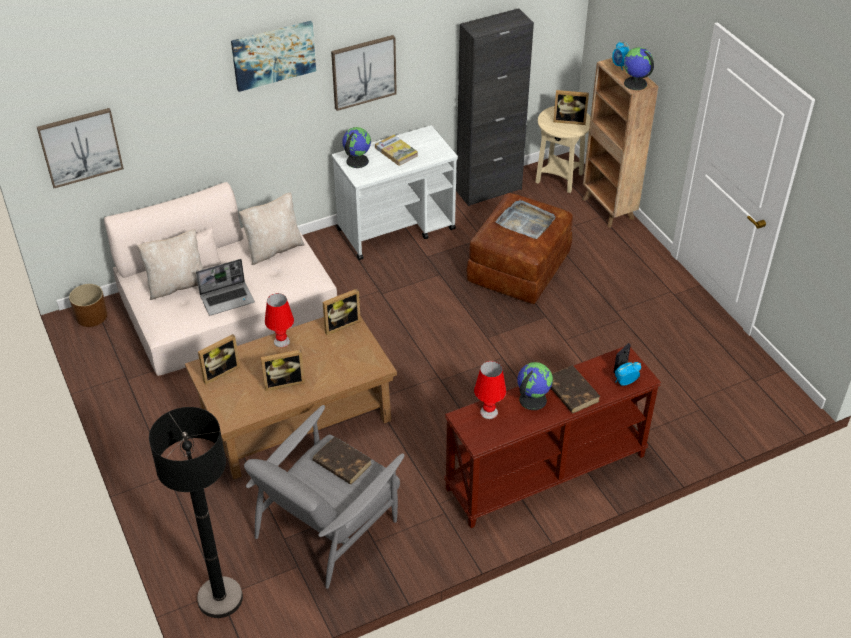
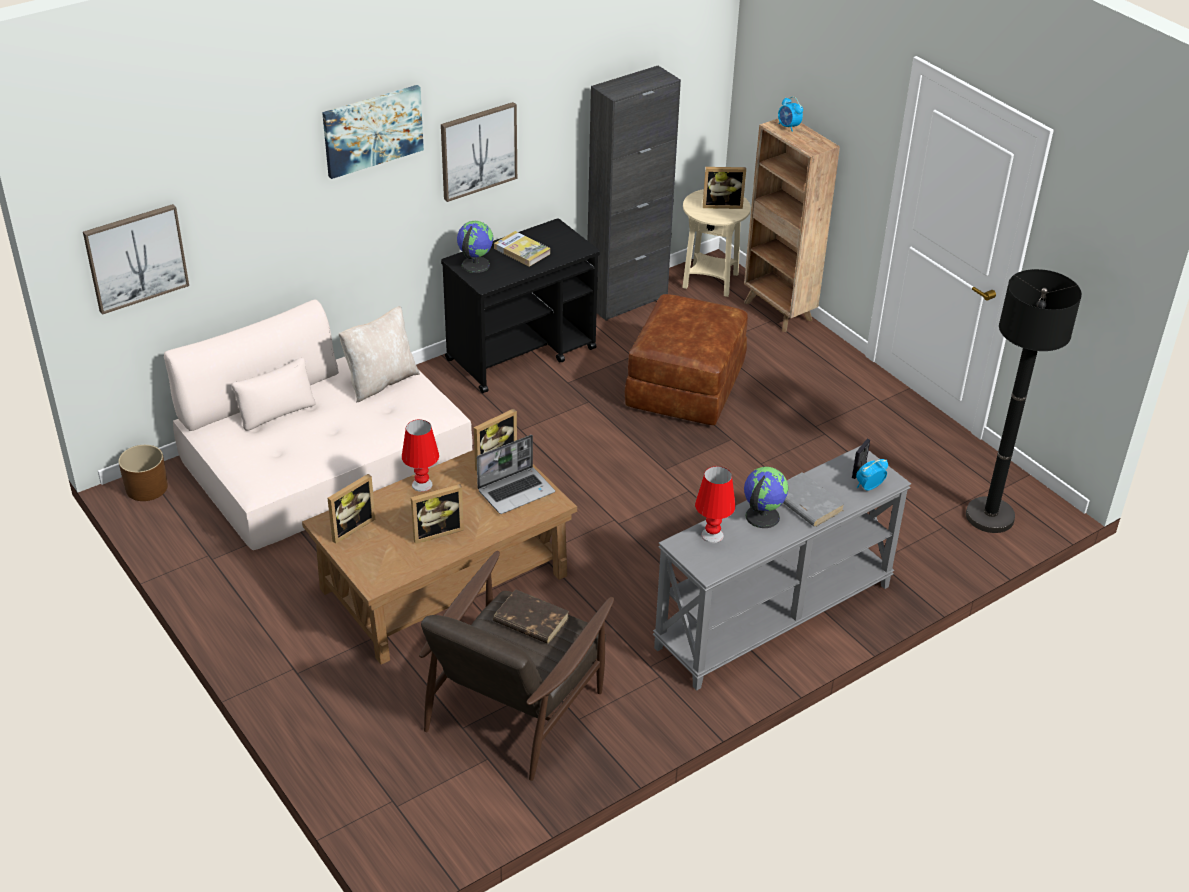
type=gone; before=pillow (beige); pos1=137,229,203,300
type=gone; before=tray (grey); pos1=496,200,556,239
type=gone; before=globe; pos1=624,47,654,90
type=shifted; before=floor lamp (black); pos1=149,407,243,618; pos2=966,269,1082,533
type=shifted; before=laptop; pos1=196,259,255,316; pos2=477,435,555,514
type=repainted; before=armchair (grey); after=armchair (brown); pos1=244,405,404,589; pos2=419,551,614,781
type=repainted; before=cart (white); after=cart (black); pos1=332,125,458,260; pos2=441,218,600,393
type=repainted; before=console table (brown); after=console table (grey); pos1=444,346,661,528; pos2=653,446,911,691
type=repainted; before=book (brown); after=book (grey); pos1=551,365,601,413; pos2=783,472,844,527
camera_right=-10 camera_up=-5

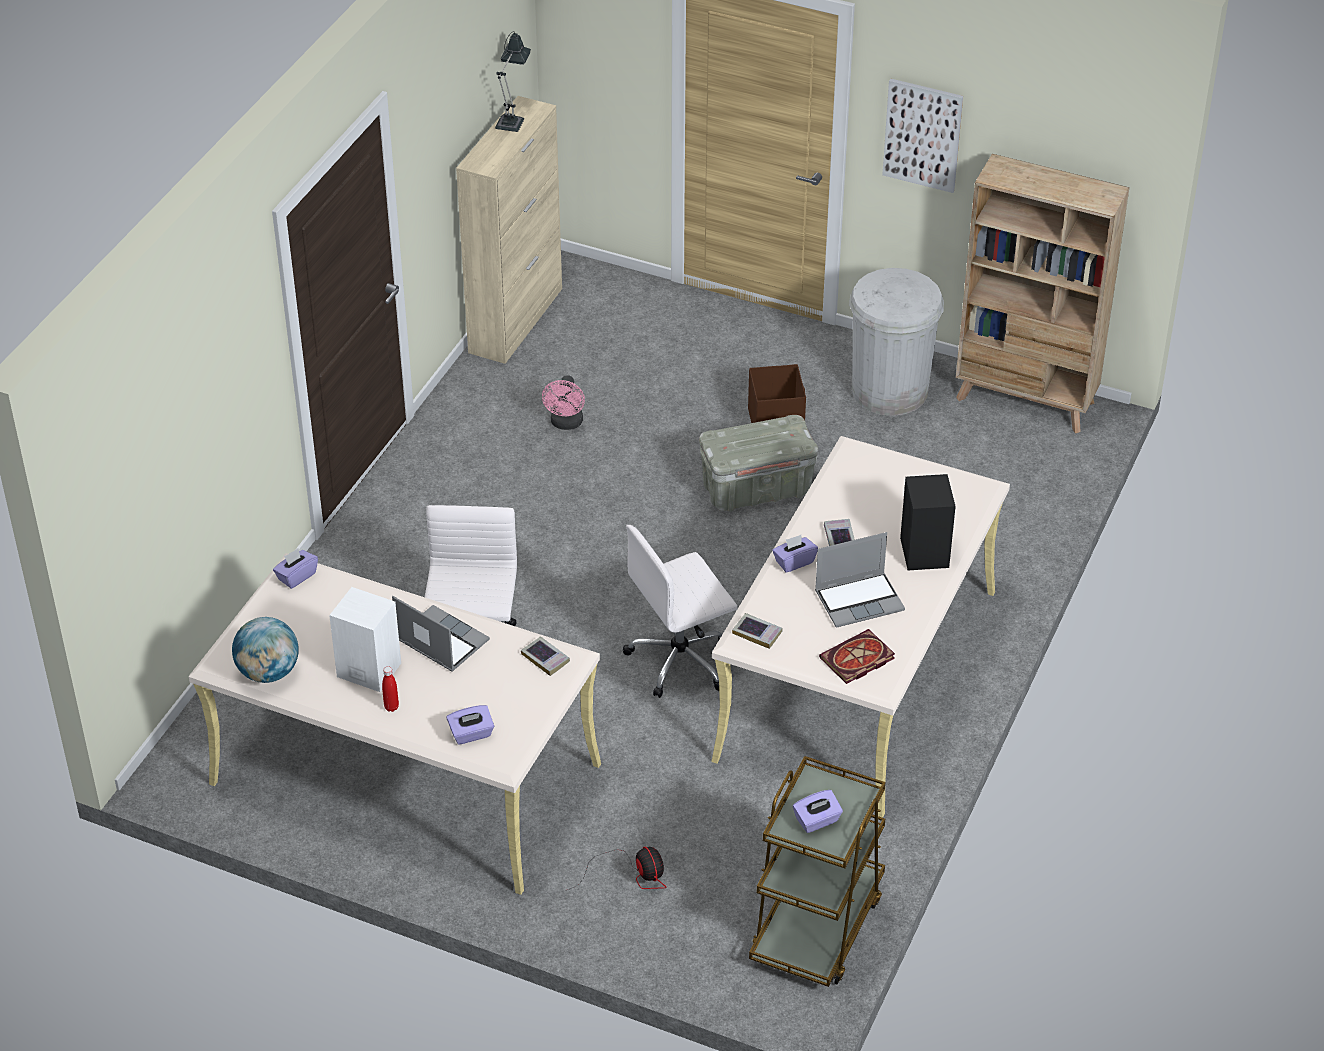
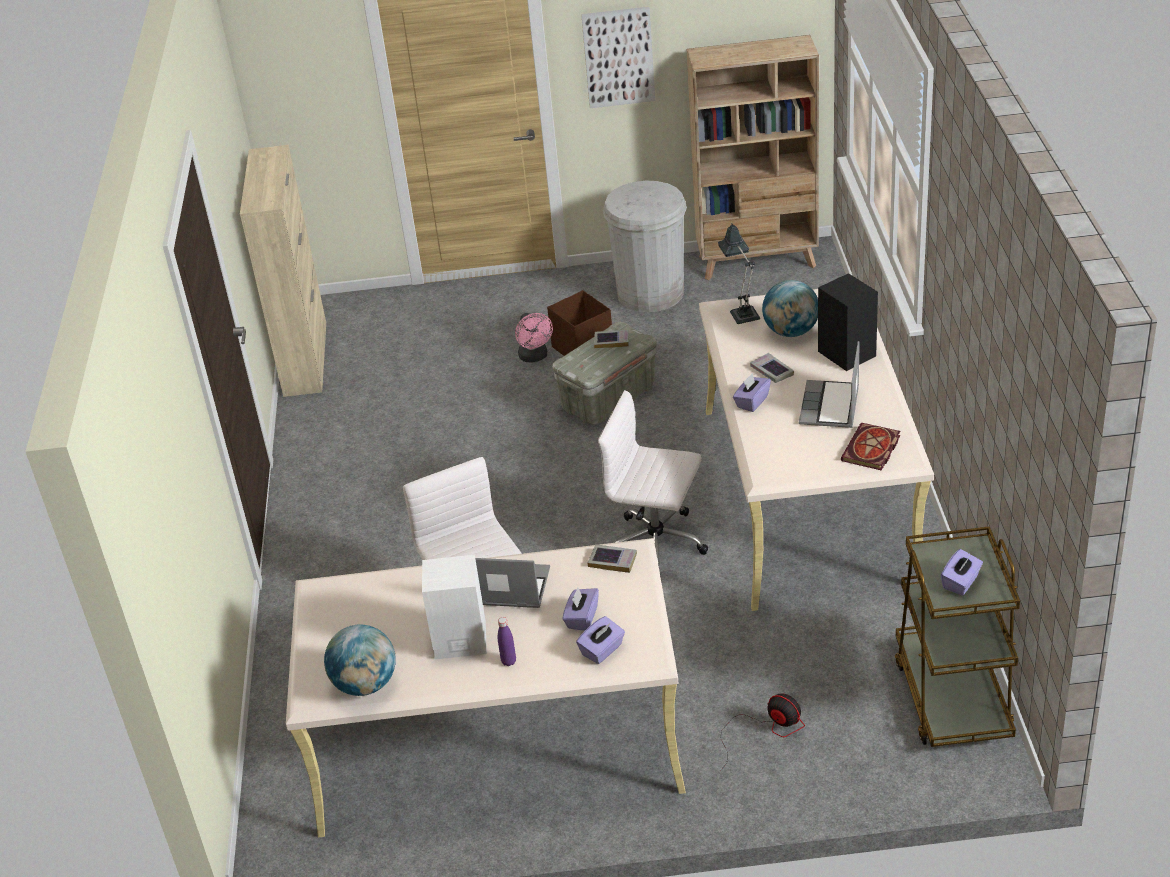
type=new; after=globe; pos2=762,280,818,337
type=shifted; before=tissue box (purple); pos1=273,548,318,589; pos2=562,588,599,631
type=shifted; before=table lamp; pos1=495,31,531,132; pos2=718,223,760,324
type=shifted; before=fan (pink); pos1=542,375,585,430; pos2=515,313,553,363
type=shifted; before=book; pos1=732,613,782,649; pos2=594,330,629,348
type=repainted; before=bottle (red); after=bottle (purple); pos1=382,667,399,712; pos2=498,617,516,666
type=rotated; before=office chair (white); pos1=623,525,737,698; pos2=598,390,708,577; turn=75
type=rotated; before=laptop; pos1=815,532,905,627; pos2=799,341,860,428; turn=150
camera_right=-25 camera_up=-5

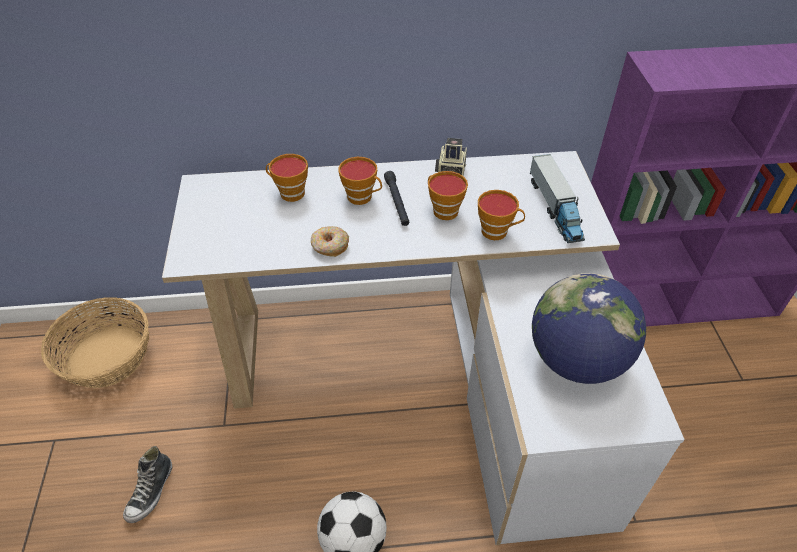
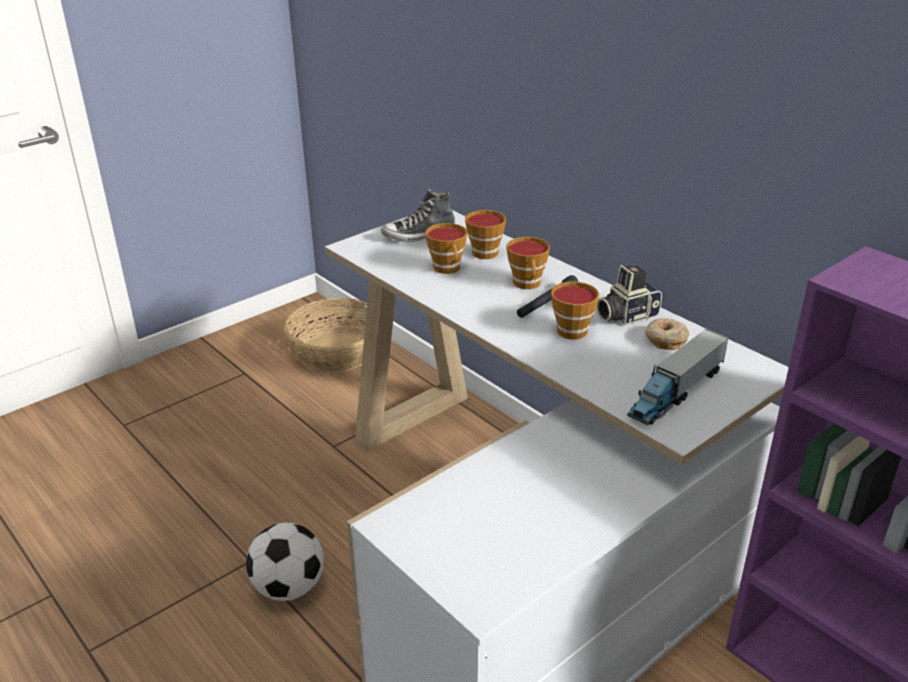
type=gone; before=globe; pos1=532,273,646,384
type=shifted; before=shoe; pos1=123,446,172,523; pos2=381,189,456,242
type=shifted; before=donut; pos1=311,226,349,257; pos2=645,318,689,350
type=shifted; before=cup; pos1=478,190,525,240; pos2=425,223,467,274
camera_right=55 camera_up=-15

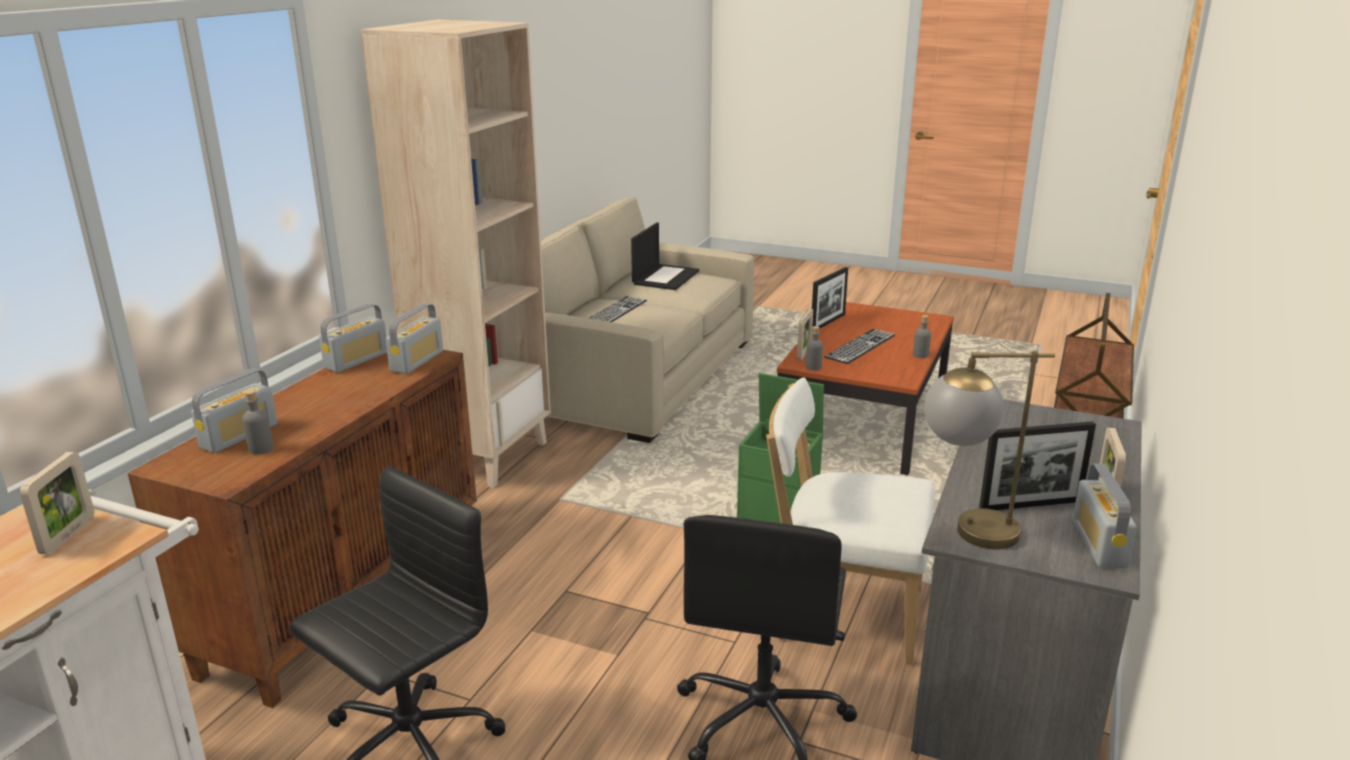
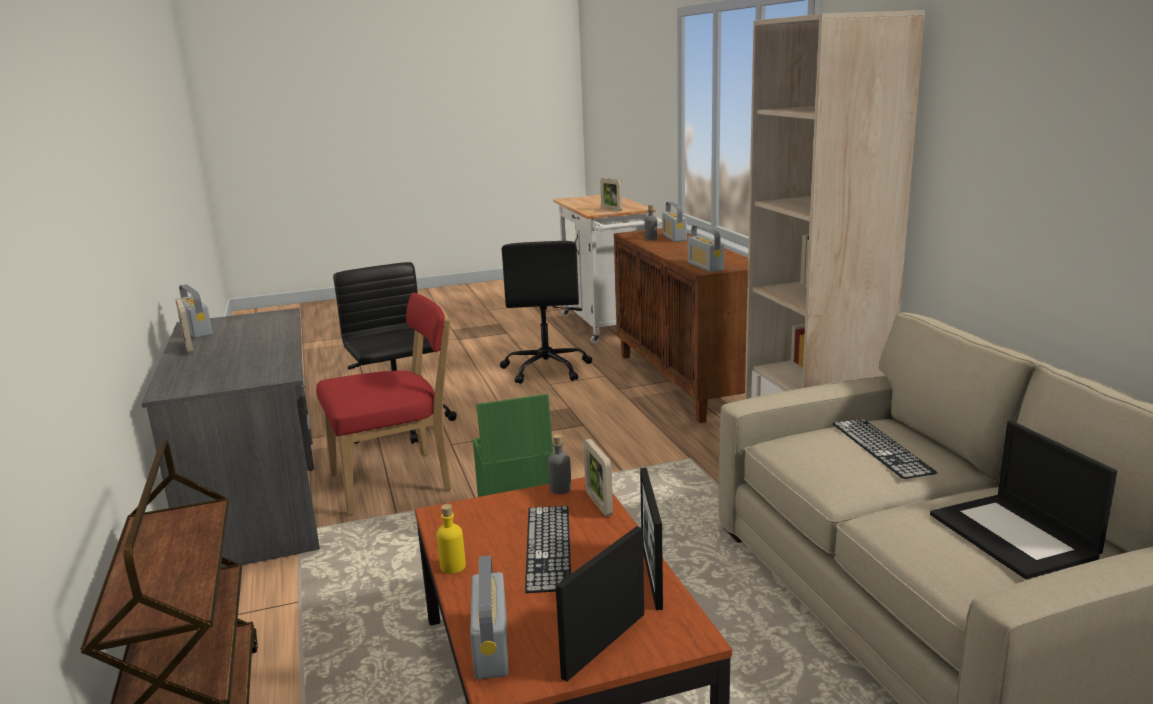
type=gone; before=table lamp; pos1=924,351,1055,549
type=shifted; before=radio; pos1=319,304,387,373; pos2=470,555,509,679
type=shifted; before=picture frame; pos1=979,421,1096,510; pos2=556,526,644,682
type=repainted; before=chair (white); after=chair (red); pos1=766,377,935,665; pos2=316,292,452,515
type=repainted; before=bottle (grey); after=bottle (yellow); pos1=913,315,931,358; pos2=436,504,466,574
camera_right=140 camera_up=-5

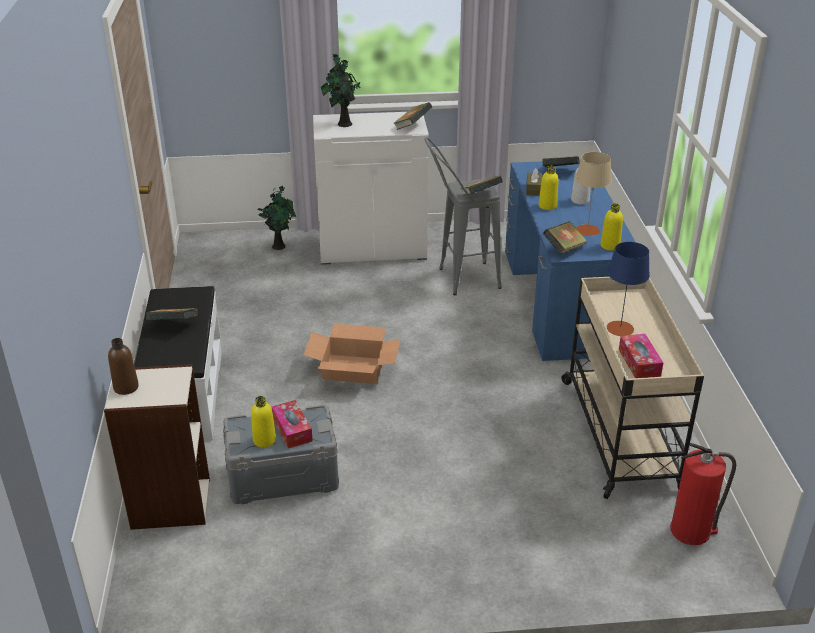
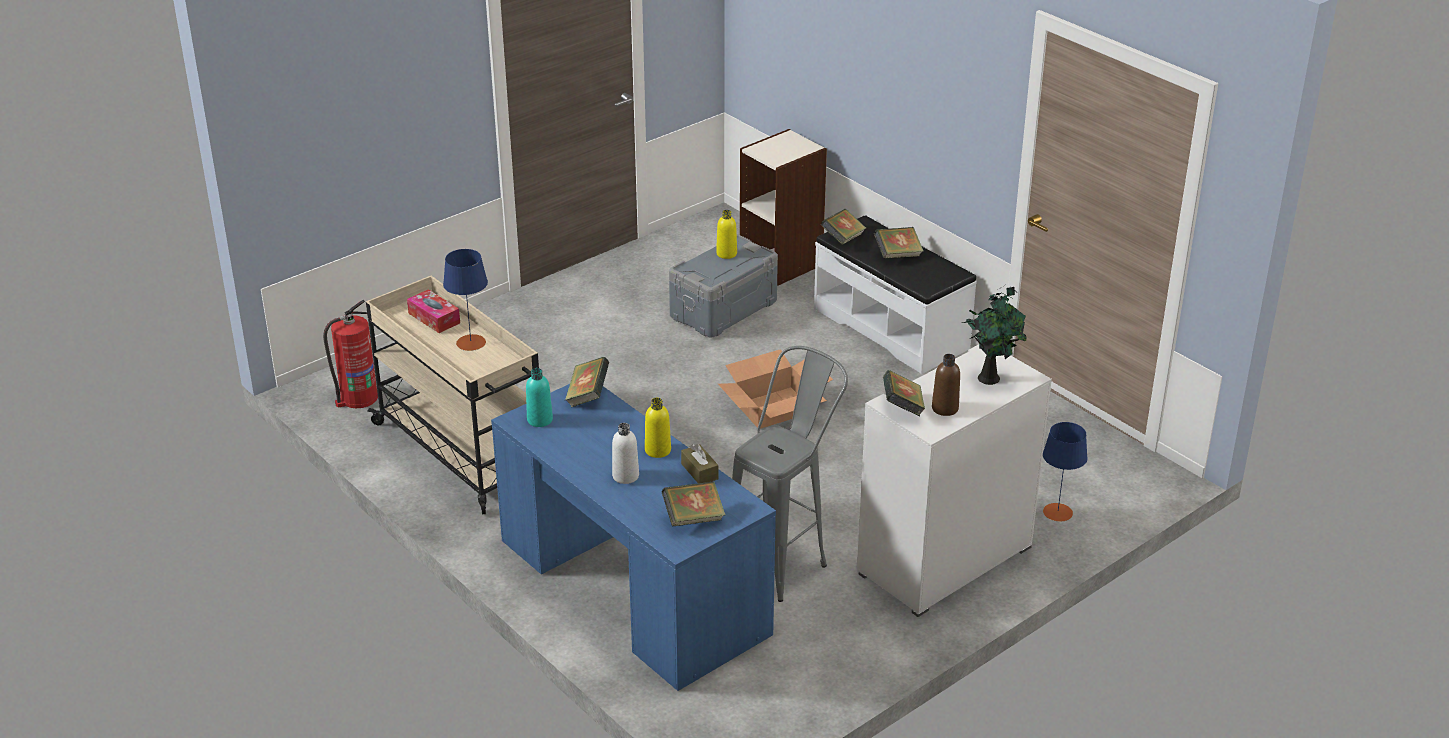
type=gone; before=tissue box; pos1=272,400,313,448
type=gone; before=table lamp (beige); pos1=576,152,612,236
type=shifted; before=bottle (brown); pos1=108,338,139,395; pos2=932,354,960,416
type=shifted; before=book; pos1=461,176,503,195; pos2=821,209,866,245
type=swapped; before=potted plant; after=table lamp (blue); pos1=257,186,297,250; pos2=1043,422,1088,522
type=repainted; before=bottle (yellow); after=bottle (turquoise); pos1=600,203,623,251; pos2=526,368,553,427
camera_right=145 camera_up=0

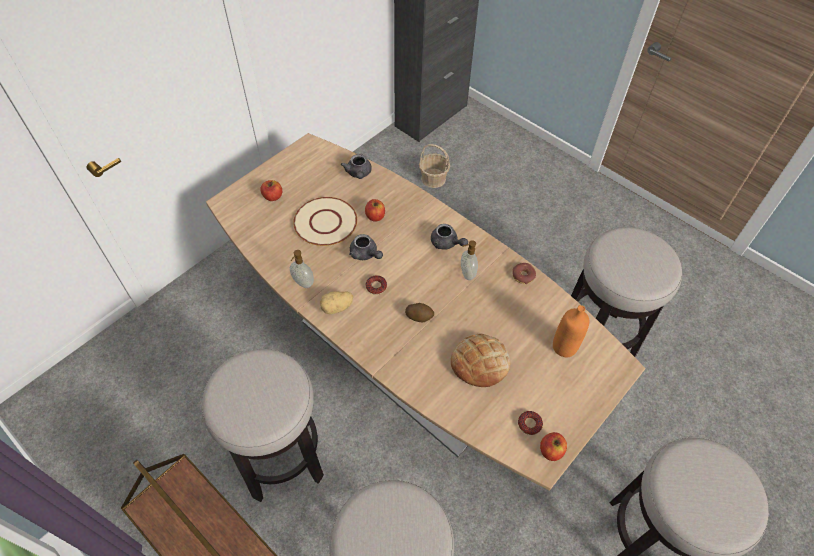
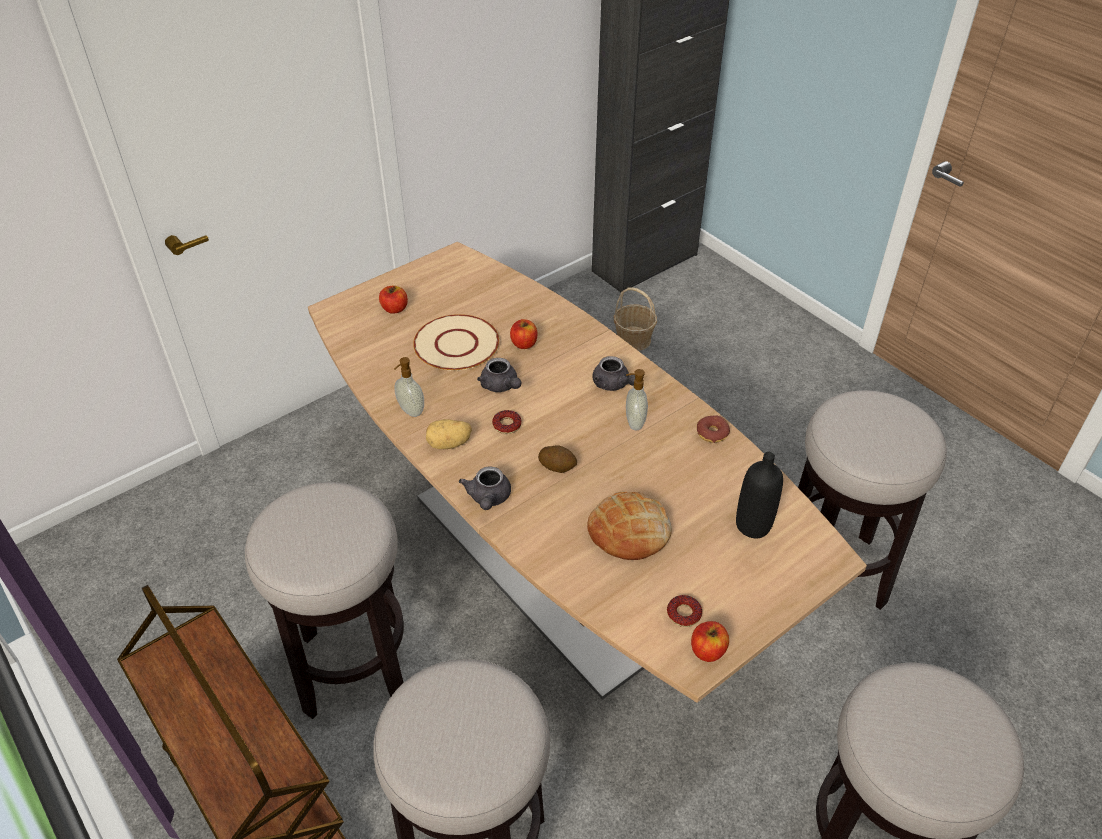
type=shifted; before=teapot (grey); pos1=341,154,372,179; pos2=459,466,511,510
type=repainted; before=bottle (orange); after=bottle (black); pos1=553,305,589,357; pos2=736,452,783,538
camera_right=10 camera_up=-10

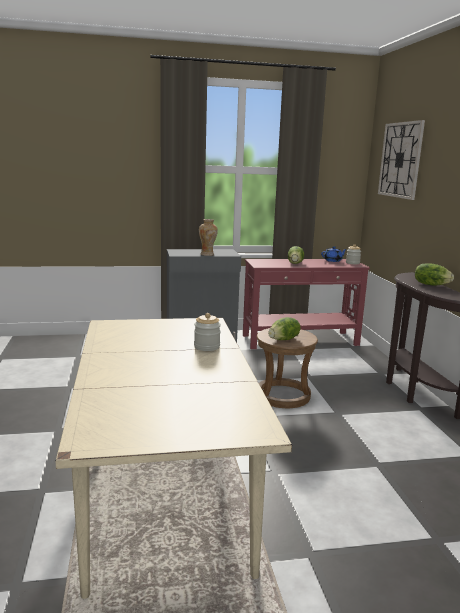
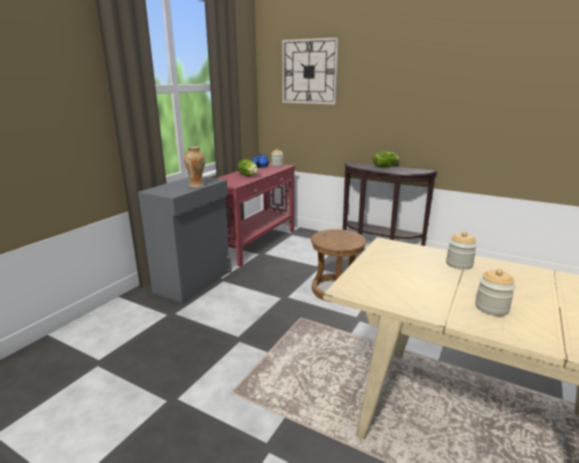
type=gone; before=lettuce; pos1=268,317,301,340
type=new; after=jar; pos2=475,269,516,316
camera_right=-50 camera_up=5

